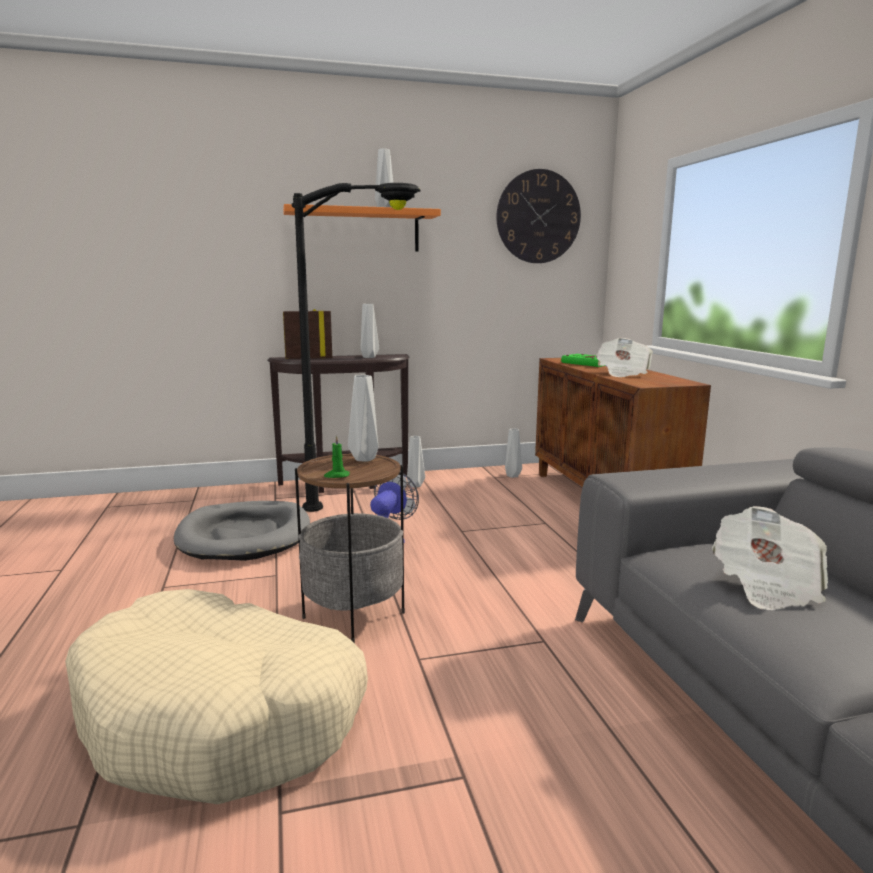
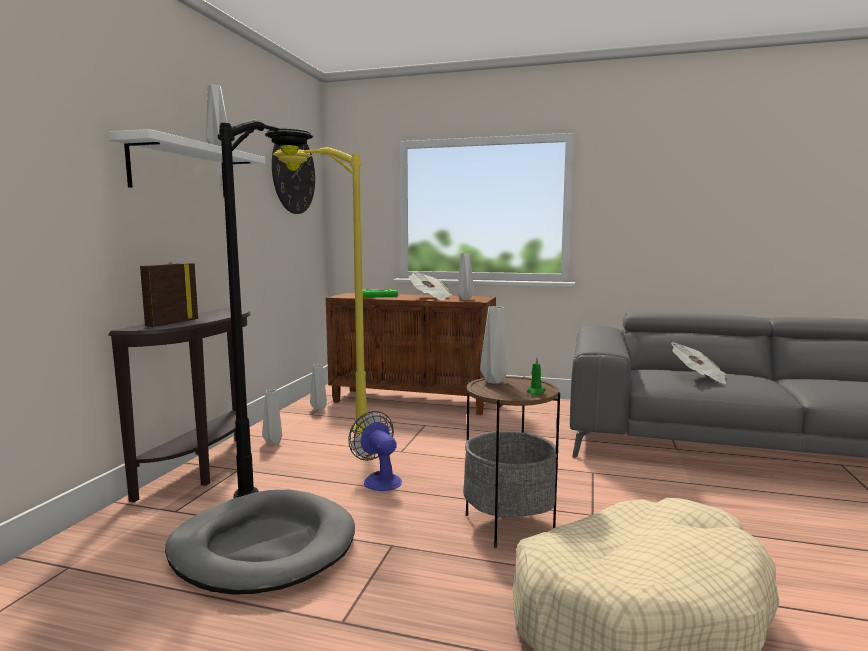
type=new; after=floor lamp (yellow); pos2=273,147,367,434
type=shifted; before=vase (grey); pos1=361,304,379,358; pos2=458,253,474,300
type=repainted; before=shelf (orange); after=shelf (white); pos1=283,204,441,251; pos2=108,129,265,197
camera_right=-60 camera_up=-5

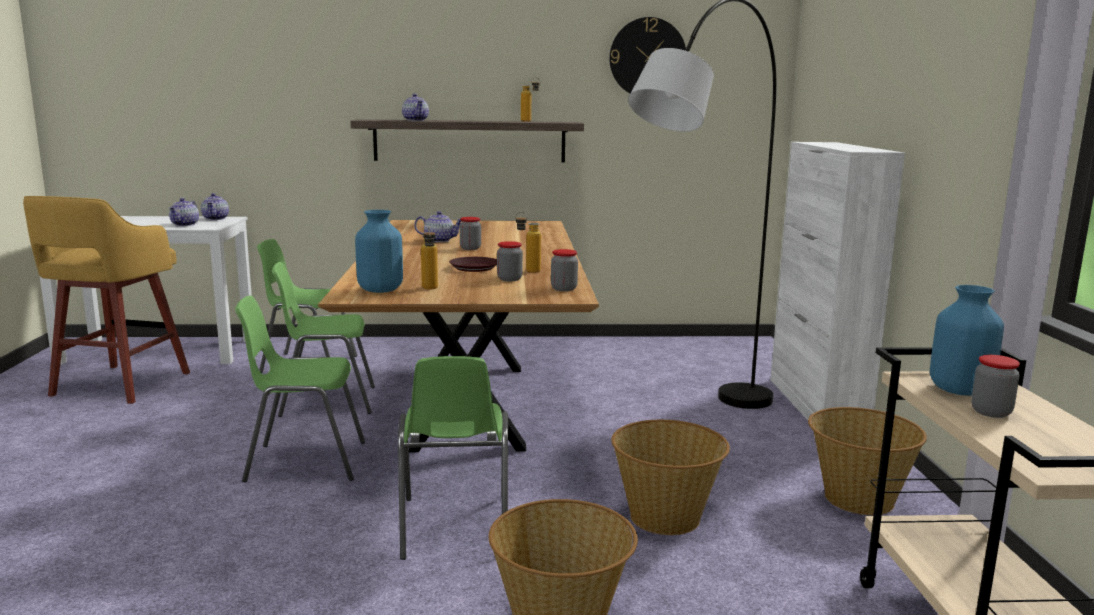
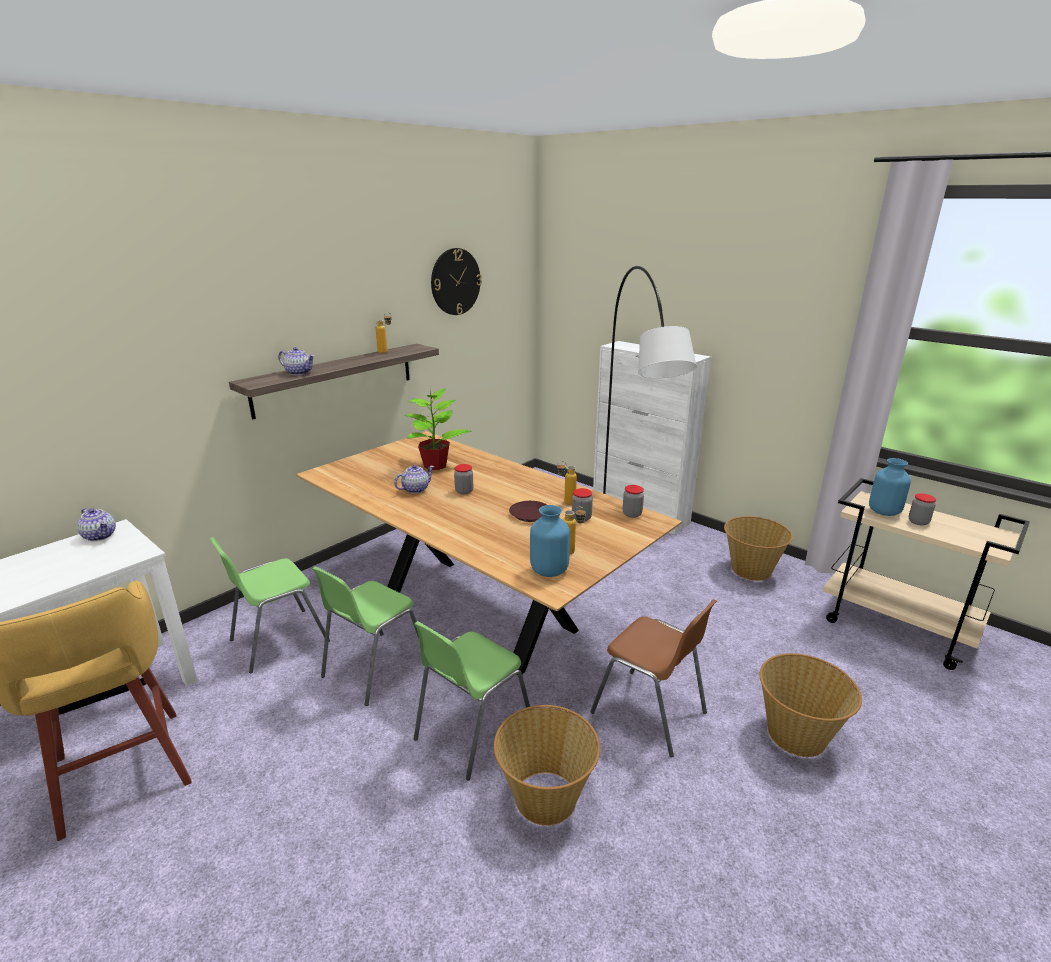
type=gone; before=teapot; pos1=169,198,199,226
type=new; after=potted plant; pos2=405,387,471,470
type=shifted; before=basket; pos1=611,420,730,535; pos2=494,705,600,826
type=repainted; before=chair (green); after=chair (brown); pos1=398,356,508,560; pos2=590,599,717,757
camera_right=-45 camera_up=10

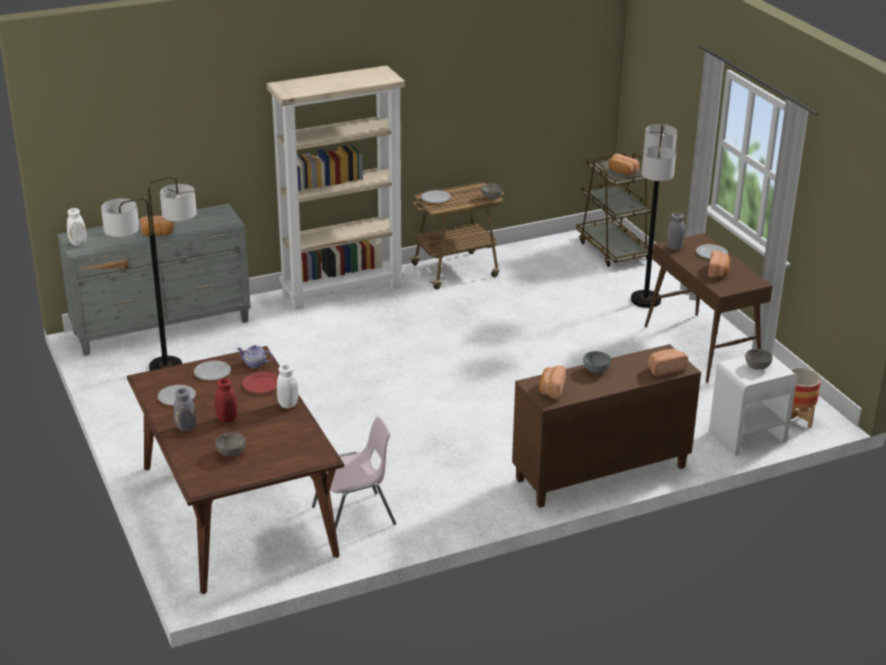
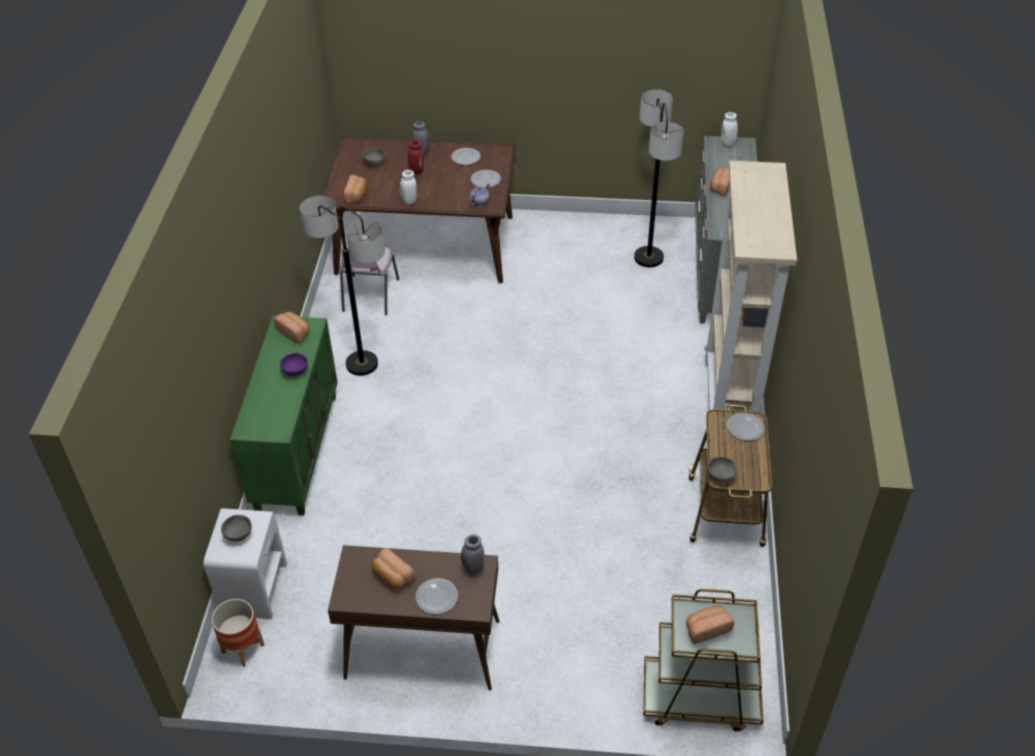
type=gone; before=plate (red); pos1=242,372,278,393
type=shifted; before=floor lamp; pos1=631,116,677,308; pos2=300,196,385,376
type=shifted; before=bread; pos1=648,349,688,376; pos2=344,175,367,203
type=repainted; before=cabinet (brown); after=cabinet (green); pos1=512,344,701,508; pos2=230,316,338,516
type=repainted; before=bowl (grey); after=bowl (purple); pos1=583,351,611,373; pos2=280,353,308,376
camera_right=120 camera_up=15

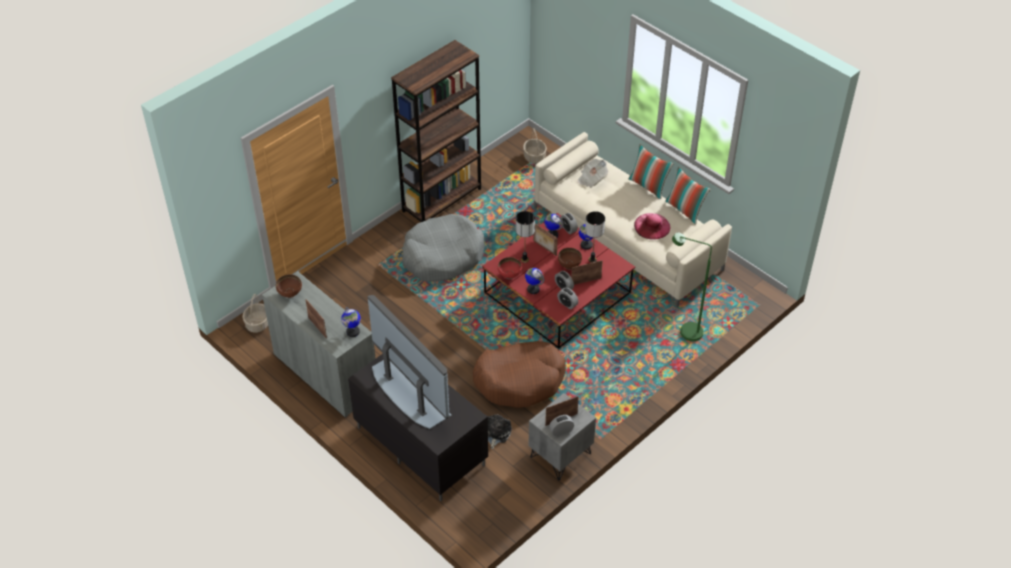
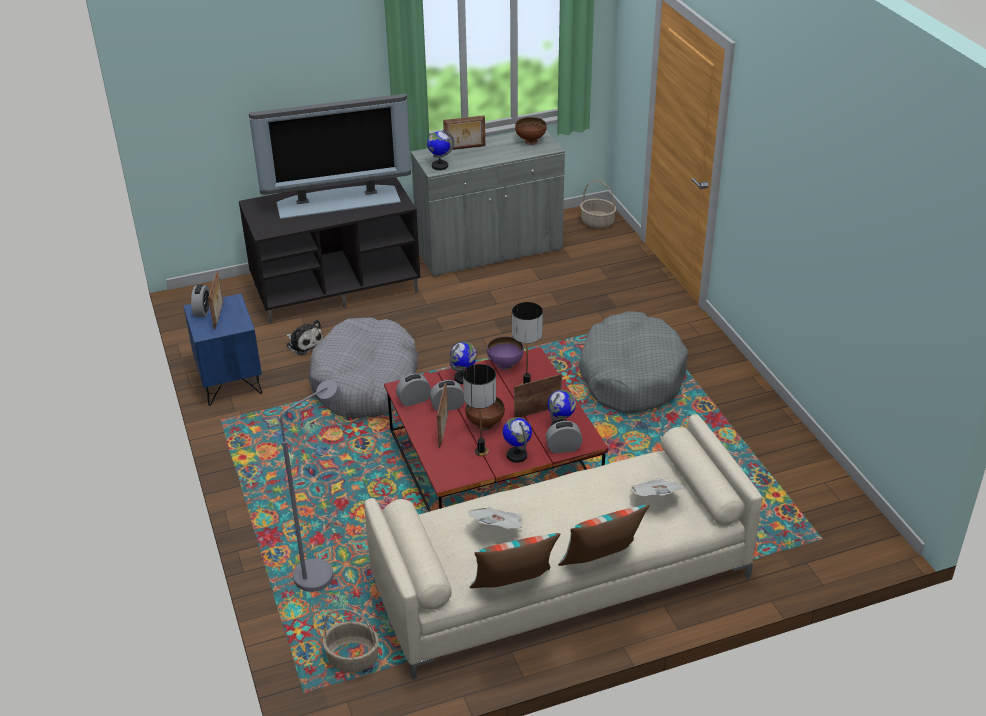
type=gone; before=bookcase (brown); pos1=391,40,481,222
type=shifted; before=basket; pos1=523,128,547,164; pos2=322,609,379,673
type=swapped; before=hat (pink); after=newspaper; pos1=634,213,670,240; pos2=468,507,524,529
type=repainted; before=dog bed (brown); after=dog bed (grey); pos1=473,341,566,408; pos2=309,317,418,418
type=repainted; before=bowl (red); after=bowl (purple); pos1=498,257,522,280; pos2=487,336,524,370
type=repainted; before=nightstand (grey); after=nightstand (blue); pos1=528,393,596,480; pos2=183,294,262,406
type=repainted; before=floor lamp (green); after=floor lamp (grey); pos1=672,233,712,341; pos2=280,380,341,592
camera_right=115 camera_up=-10

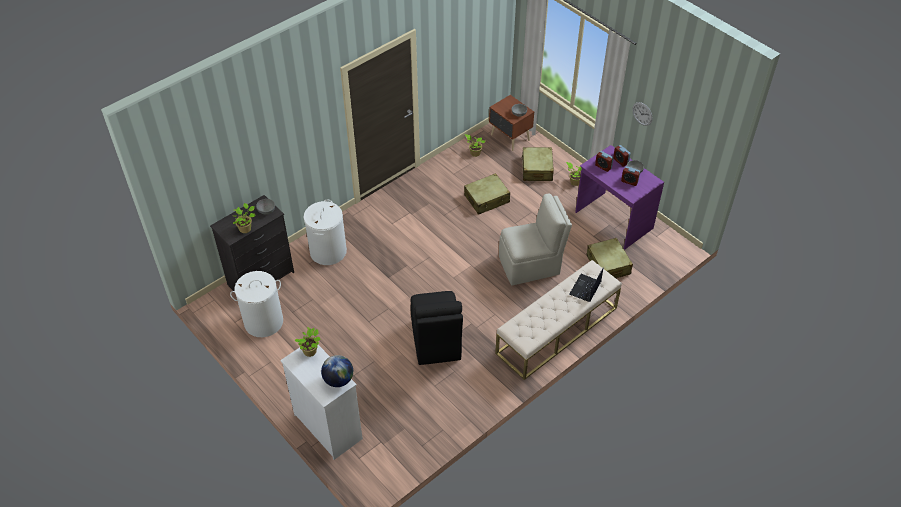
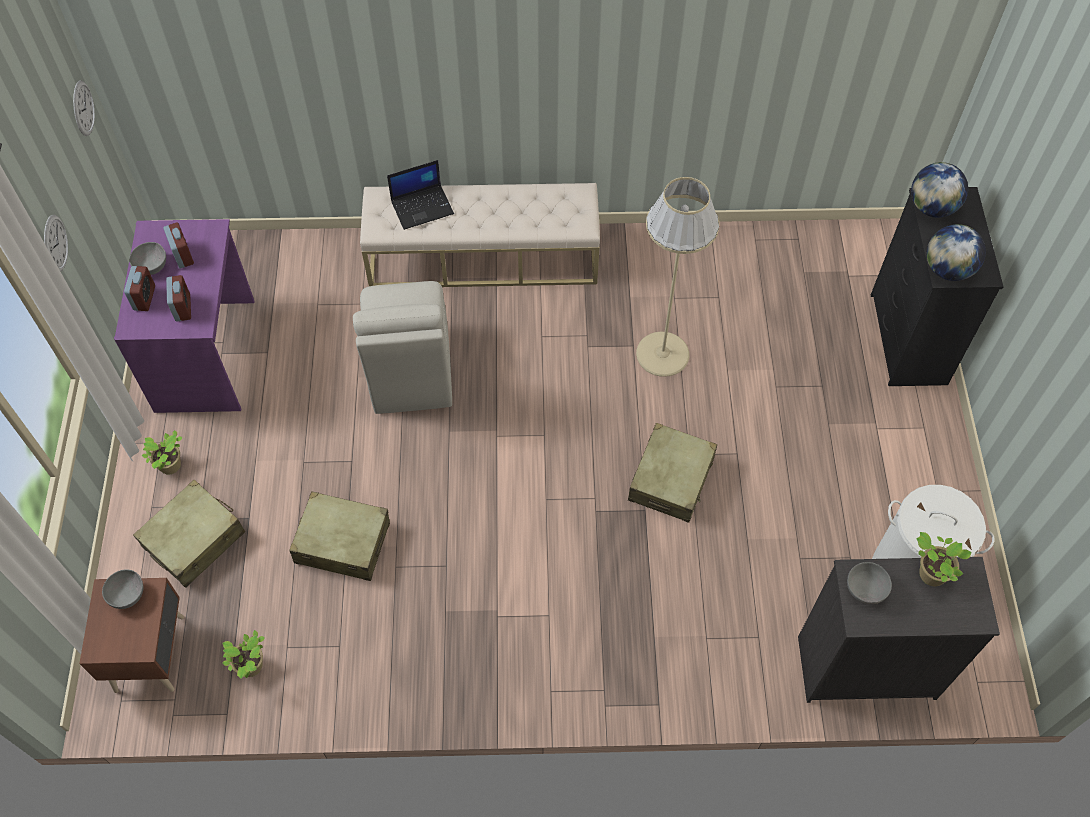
type=gone; before=laundry basket (white); pos1=304,200,347,265
type=new; after=wall clock; pos2=73,80,95,136
type=shifted; before=suitcase (beige); pos1=587,238,633,278; pos2=628,423,717,523
type=swapped; before=potted plant; after=globe; pos1=294,327,320,357; pos2=927,224,986,281
type=swapped; before=chair (black); after=floor lamp (beige); pos1=411,291,463,365; pos2=636,177,719,377
type=repainted; before=dresser (white); after=dresser (black); pos1=280,345,363,460; pos2=871,187,1004,386
type=rotated; before=chair (beige); pos1=499,194,572,285; pos2=353,281,452,414; turn=-120
camera_right=-140 camera_up=10

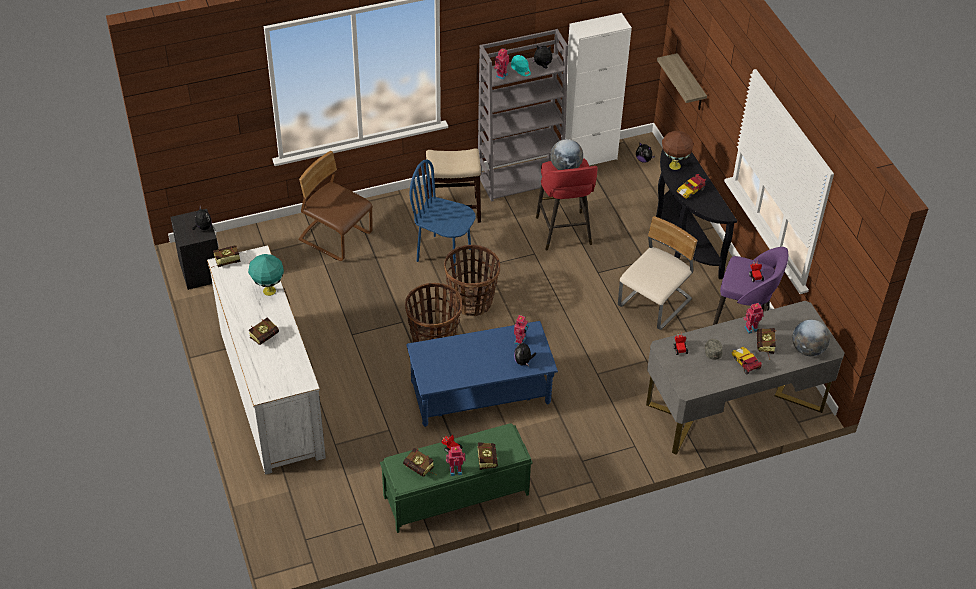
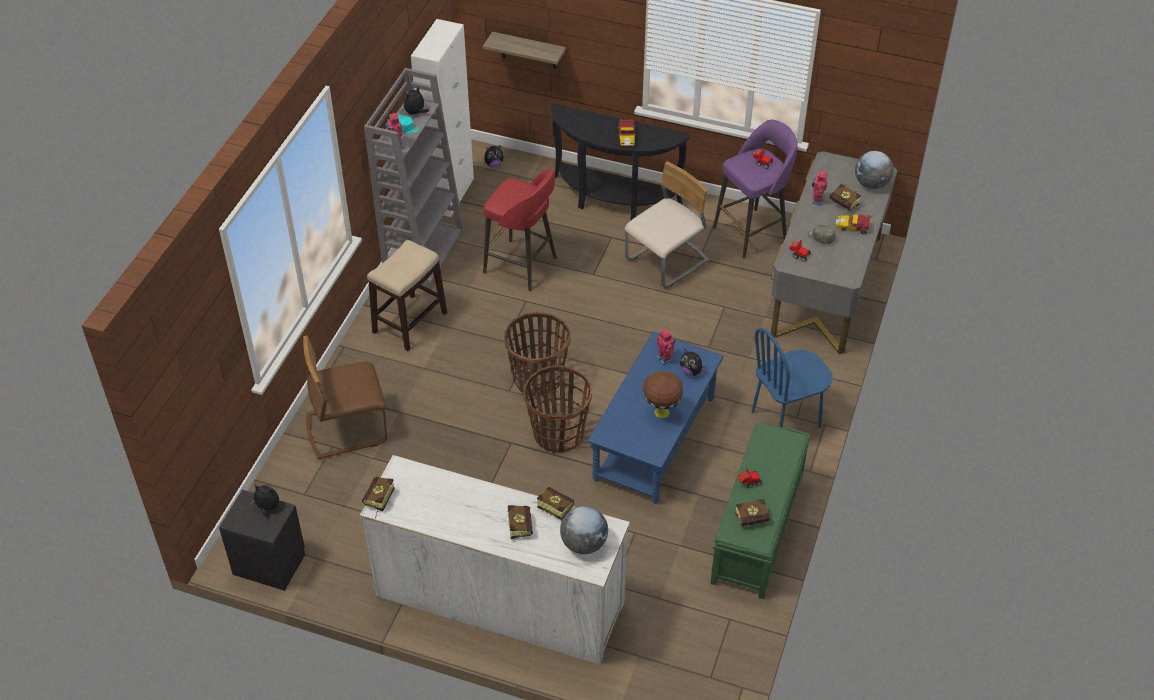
type=gone; before=table lamp (turquoise); pos1=248,254,284,296
type=gone; before=toy robot; pos1=446,446,466,476
type=shifted; before=chair (blue); pos1=410,159,476,273; pos2=751,328,833,428
type=shifted; before=book; pos1=477,442,498,470; pos2=534,487,574,520
type=shifted; before=globe; pos1=550,139,583,170; pos2=560,506,608,554
type=shifted; before=table lamp (brown); pos1=662,131,693,170; pos2=643,371,683,418
type=rotated; before=chair (beige); pos1=618,216,698,330; pos2=625,161,709,288; turn=60
camera_right=-50 camera_up=0

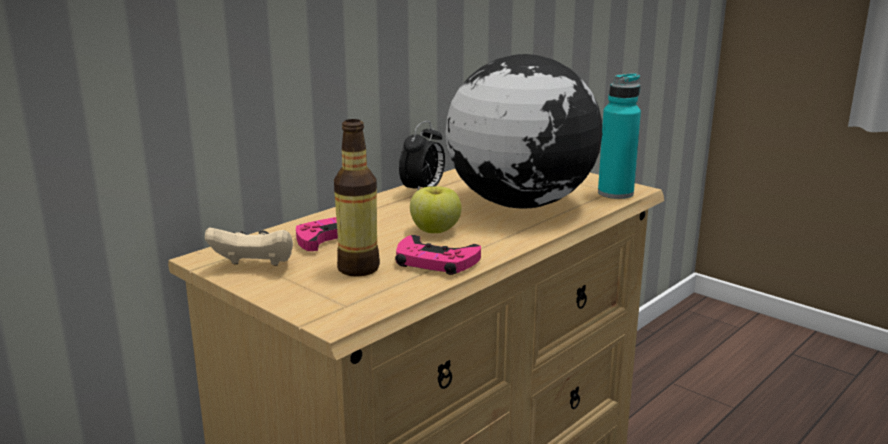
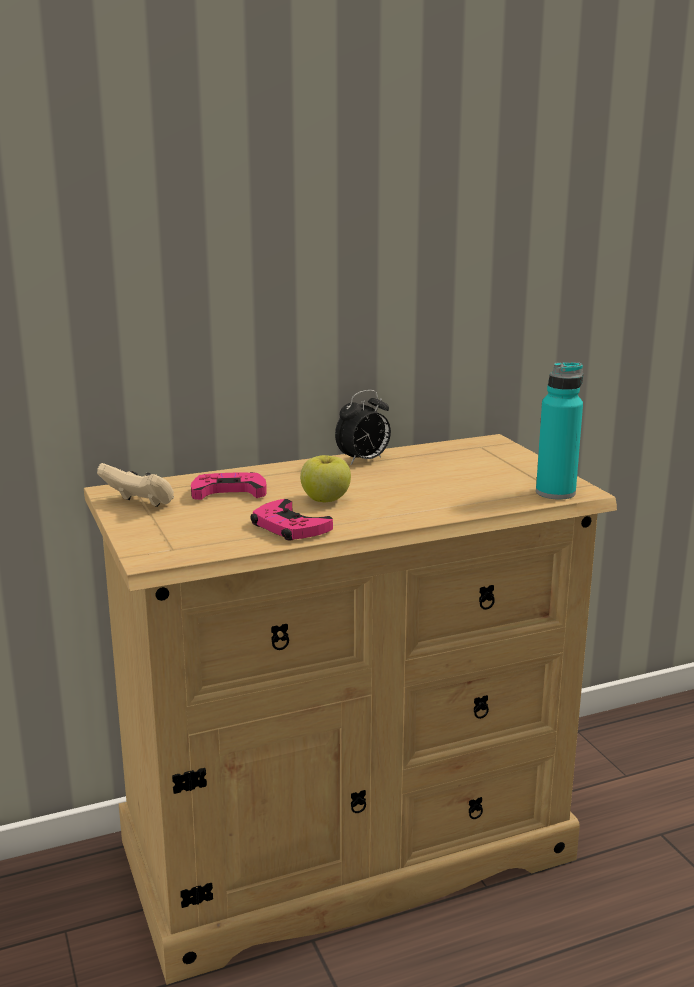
type=gone; before=bottle; pos1=334,119,380,277
type=gone; before=globe; pos1=445,54,602,208
camera_right=25 camera_up=0

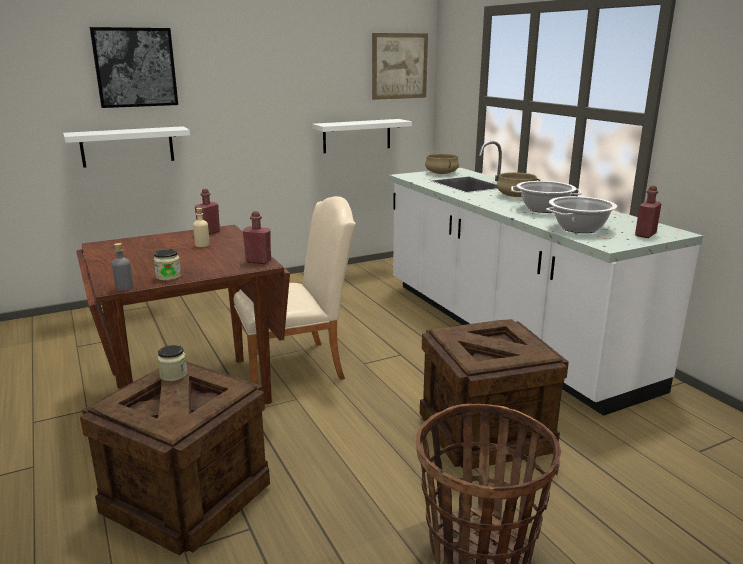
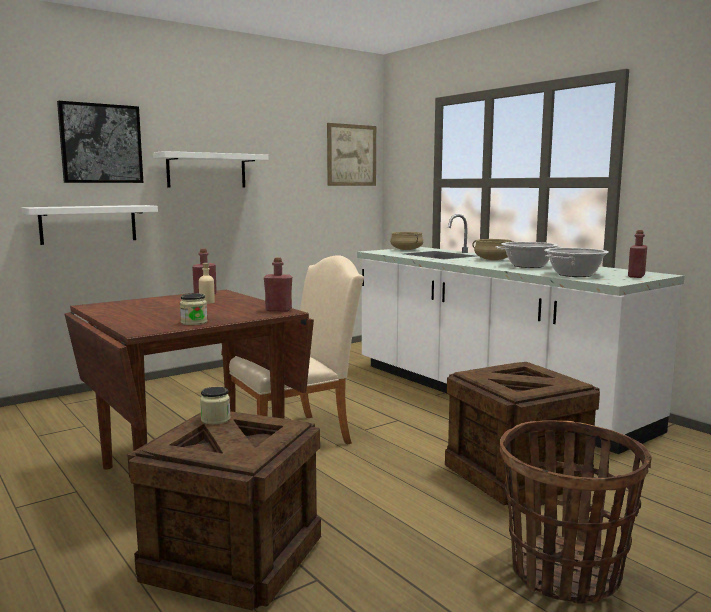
type=gone; before=bottle (grey); pos1=112,243,134,291
type=shifted; before=shelf (white); pos1=312,119,412,153; pos2=153,151,268,188
camera_right=-10 camera_up=-10

